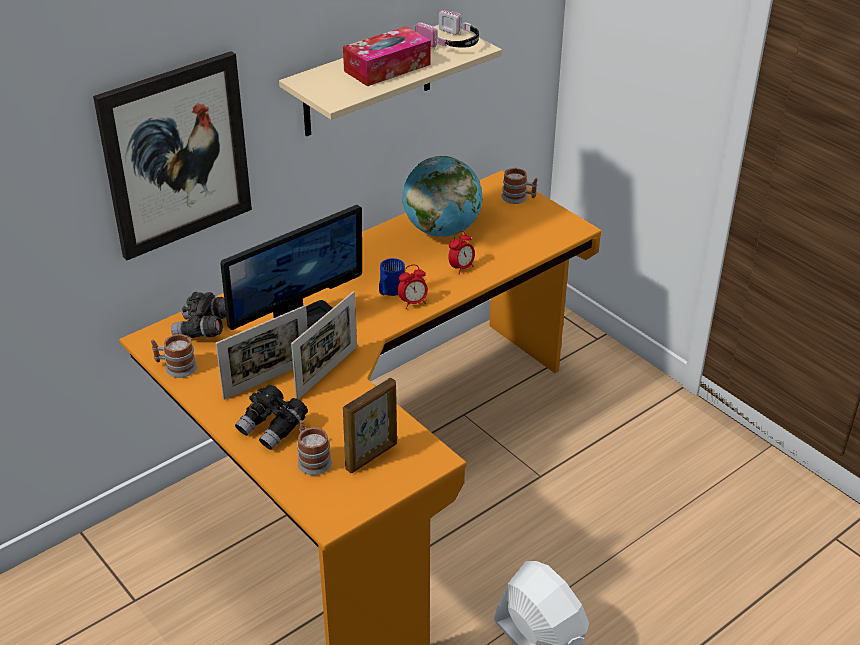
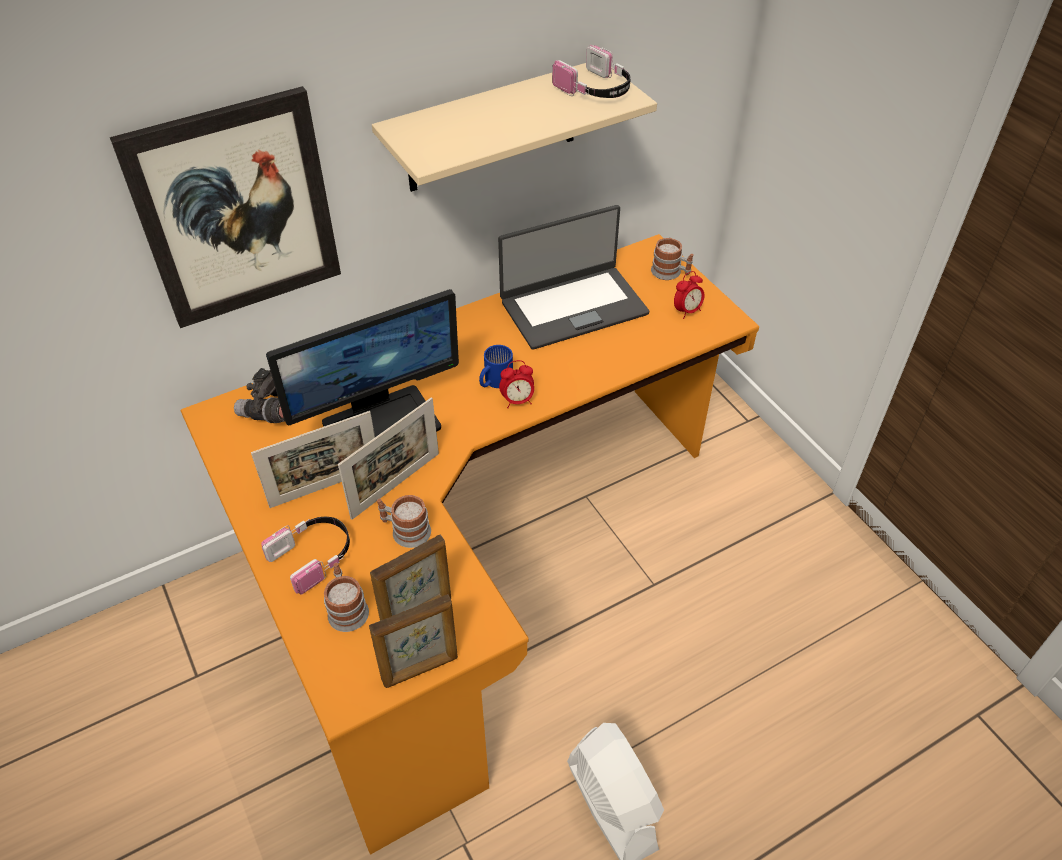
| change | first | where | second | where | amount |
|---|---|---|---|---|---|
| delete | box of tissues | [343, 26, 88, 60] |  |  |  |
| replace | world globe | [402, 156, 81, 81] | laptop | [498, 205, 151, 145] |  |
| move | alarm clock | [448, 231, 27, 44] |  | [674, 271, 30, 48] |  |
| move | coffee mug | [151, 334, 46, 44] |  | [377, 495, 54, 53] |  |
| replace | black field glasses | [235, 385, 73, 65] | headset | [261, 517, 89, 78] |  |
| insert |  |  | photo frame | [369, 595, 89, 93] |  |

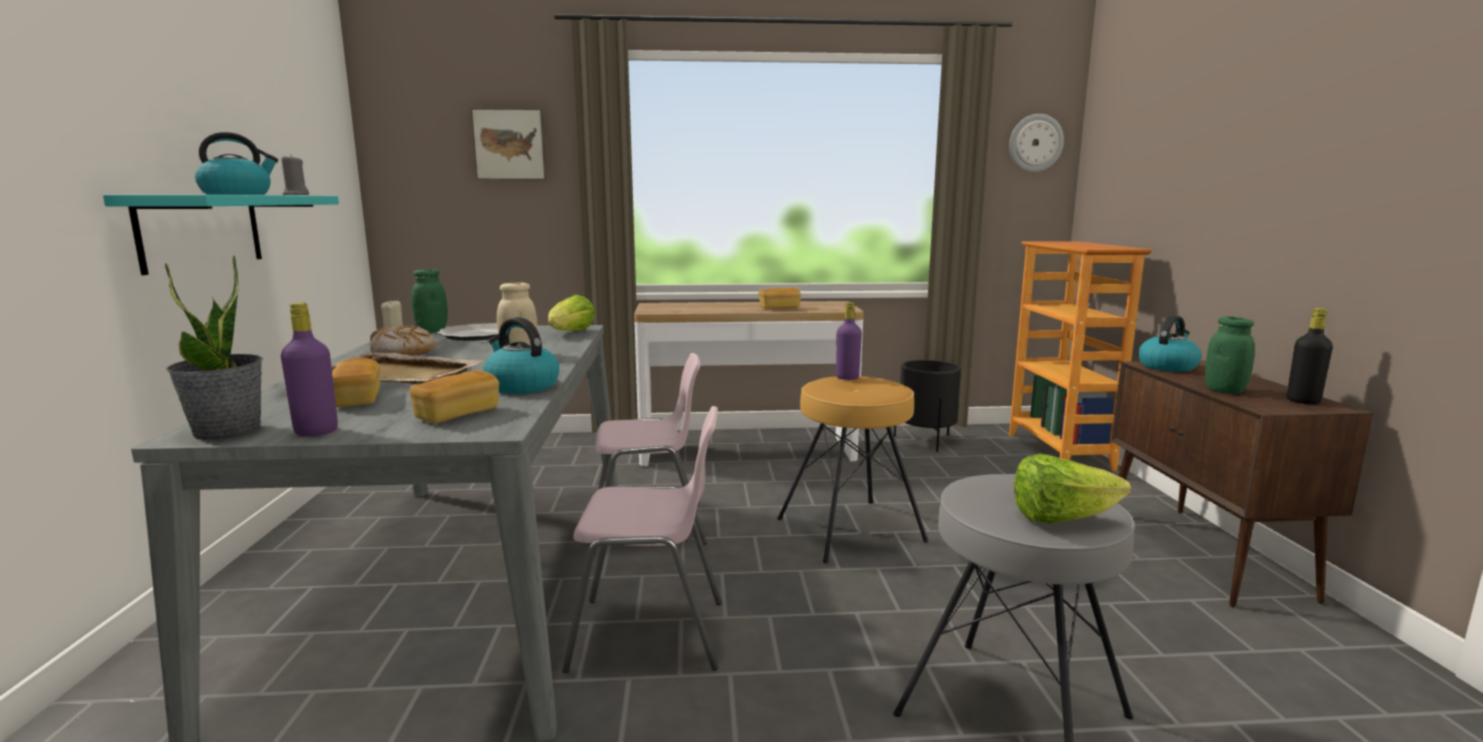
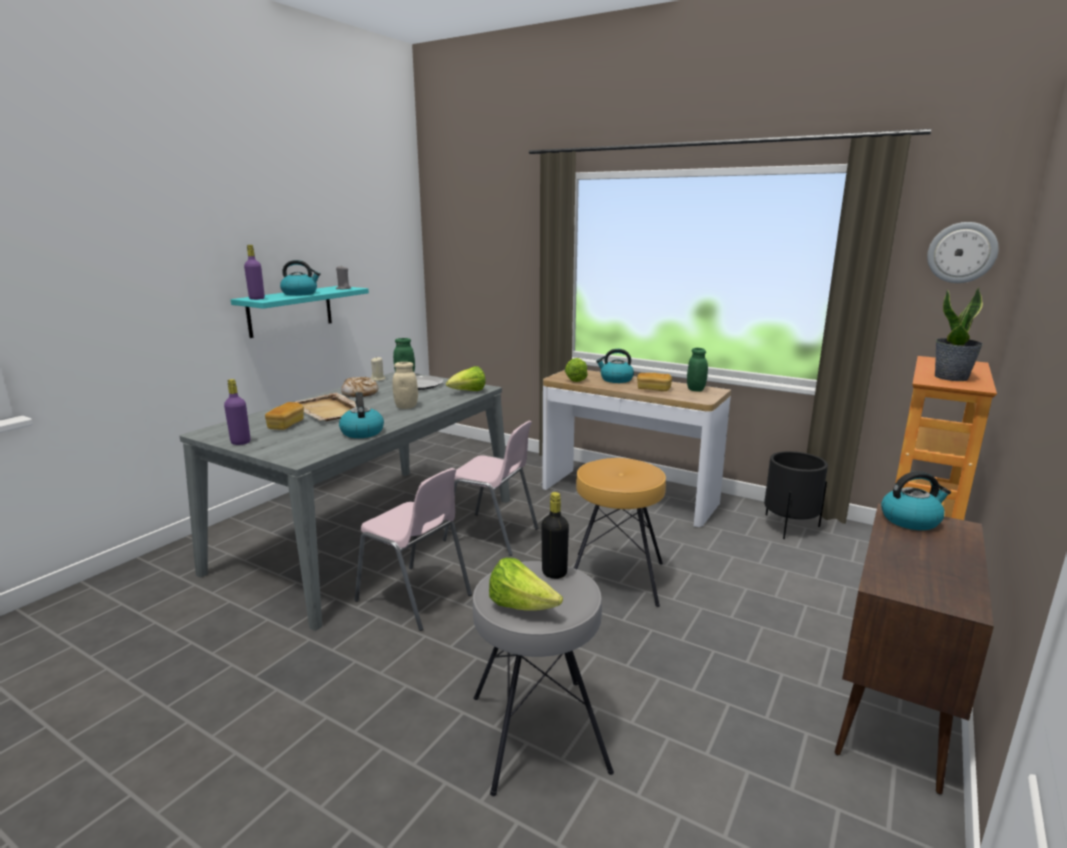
| change | first | where | second | where | amount |
|---|---|---|---|---|---|
| delete | wall picture | [470, 108, 77, 72] |  |  |  |
| move | houseplant | [165, 255, 98, 185] |  | [935, 287, 48, 94] |  |
| move | purple-coloured bottle | [836, 302, 26, 78] |  | [244, 245, 21, 55] |  |
| move | black bottle | [1287, 308, 46, 96] |  | [541, 492, 28, 87] |  |
| move | green jar | [1205, 316, 50, 77] |  | [687, 348, 21, 43] |  |
| delete | bread | [410, 370, 89, 53] |  |  |  |
| insert |  |  | tea kettle | [596, 349, 38, 34] |  |
| insert |  |  | lettuce head | [565, 358, 23, 24] |  |

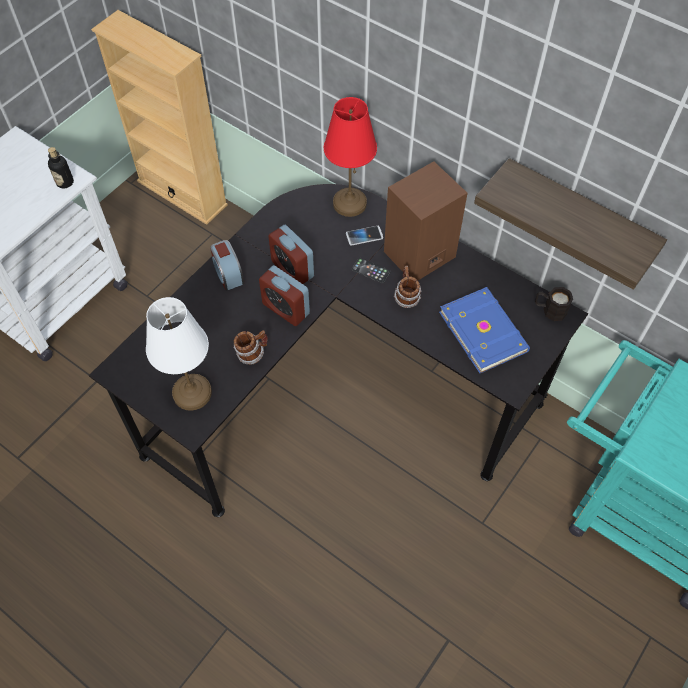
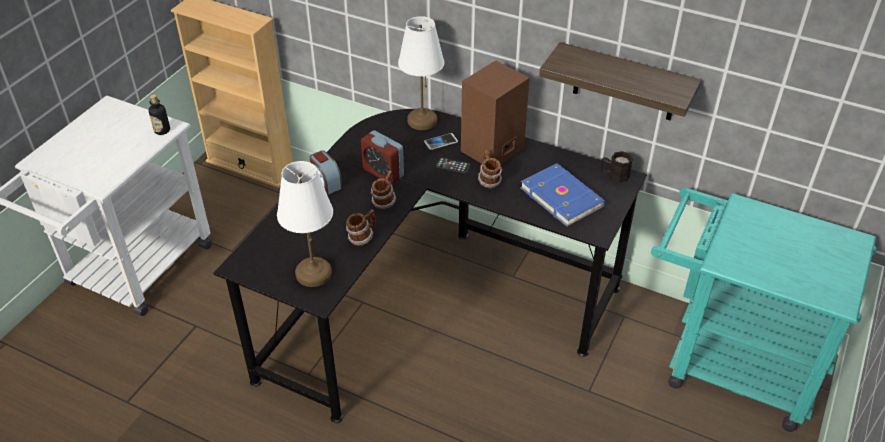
| change | first | where | second | where | amount |
|---|---|---|---|---|---|
| recolor | red table lamp | [324, 97, 53, 120] | whitish table lamp | [398, 16, 46, 114] |  |
| replace | alarm clock | [259, 265, 51, 61] | coffee mug | [371, 170, 25, 40] |  |

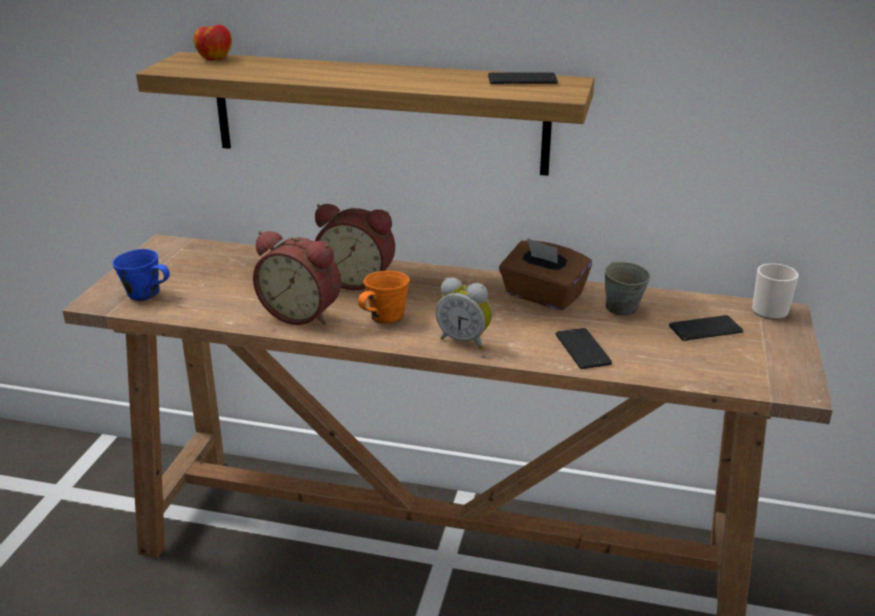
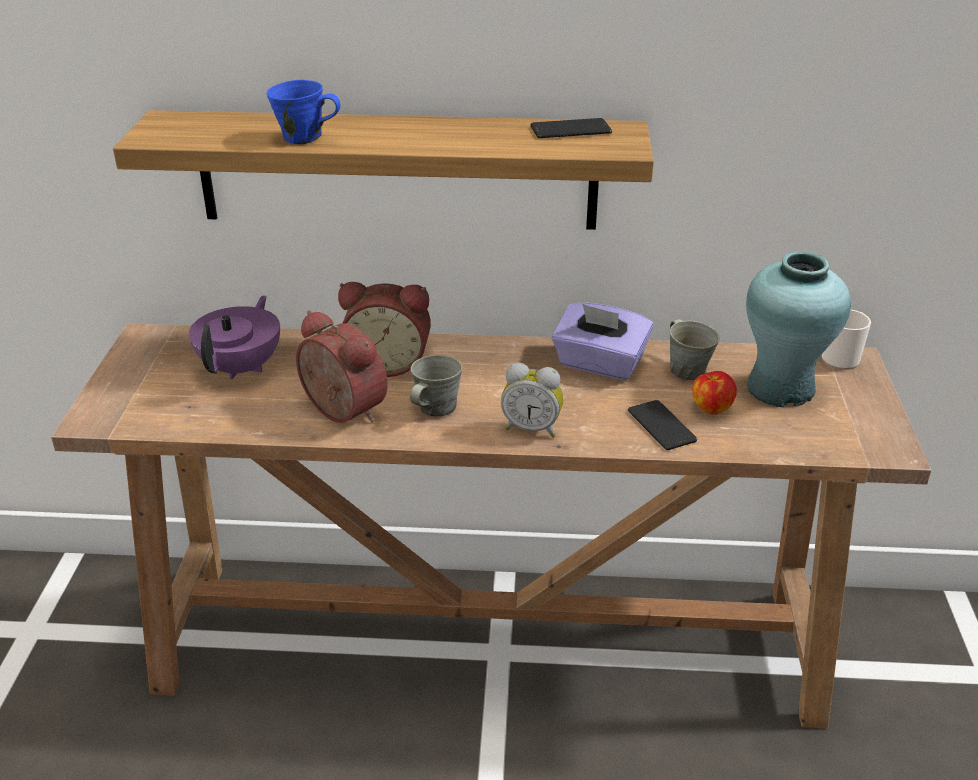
| change | first | where | second | where | amount |
|---|---|---|---|---|---|
| move | apple fruit | [193, 25, 39, 36] |  | [692, 371, 45, 44] |  |
| rotate | alarm clock | [253, 231, 88, 94] |  | [296, 310, 92, 113] | 150 degrees counterclockwise |
| recolor | brown box of tissues | [499, 238, 93, 73] | purple-coloured box of tissues | [552, 302, 101, 78] |  |
| move | blue coffee mug | [112, 249, 58, 52] |  | [267, 80, 73, 64] |  |
| recolor | orangey coffee mug | [358, 271, 52, 53] | greyish coffee mug | [410, 355, 52, 62] |  |
| replace | handset | [669, 315, 74, 26] | turquoise decorative vase | [746, 251, 105, 156] |  |
| insert |  |  | purple-coloured teapot | [189, 296, 91, 83] |  |

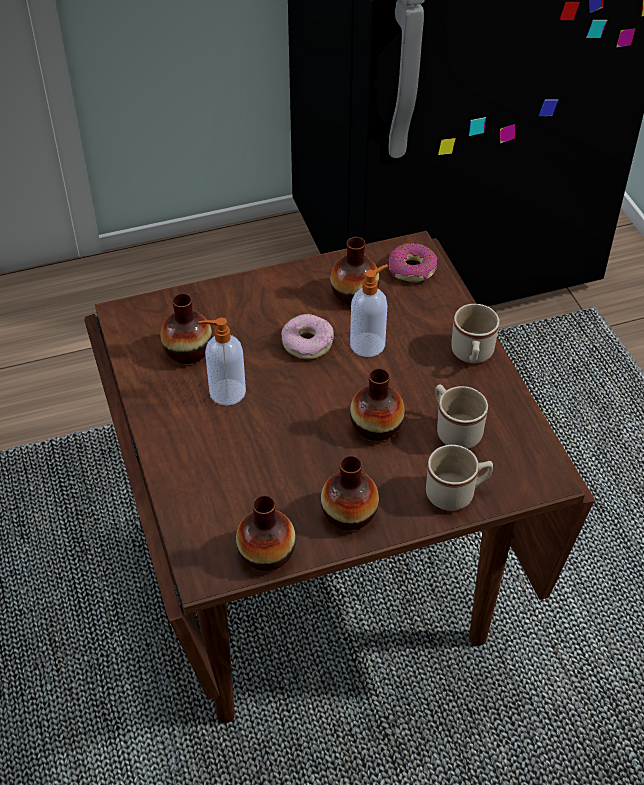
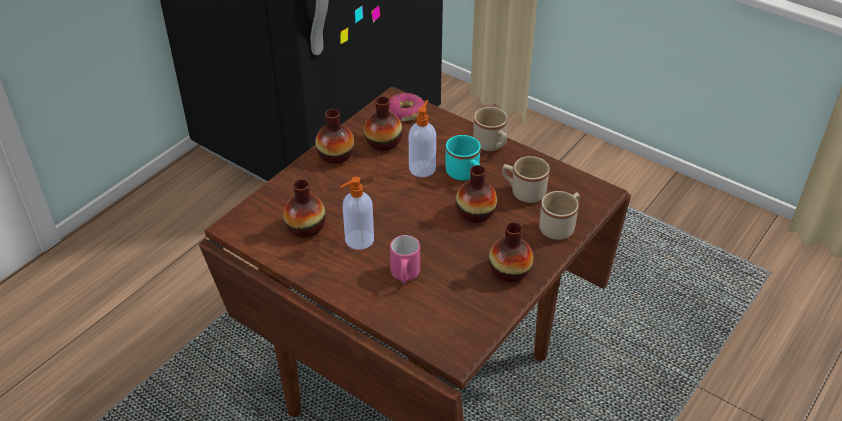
| change | first | where | second | where | amount |
|---|---|---|---|---|---|
| delete | doughnut | [281, 314, 53, 45] |  |  |  |
| move | decorative vase | [236, 495, 60, 76] |  | [316, 109, 38, 55] |  |
| insert |  |  | turquoise coffee mug | [446, 135, 35, 46] |  |
| insert |  |  | pink-coloured coffee mug | [390, 235, 30, 48] |  |

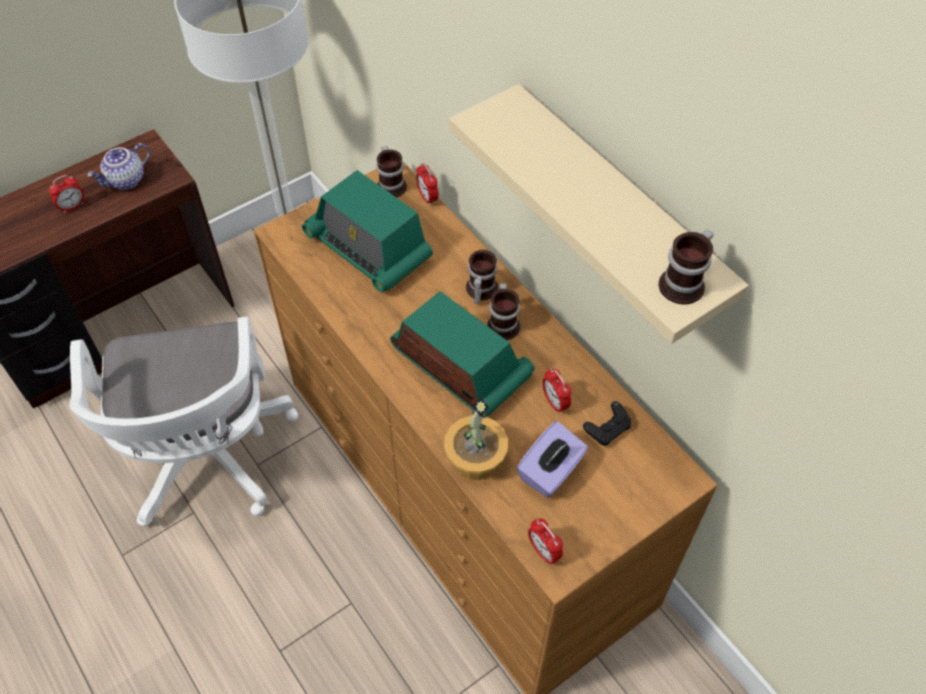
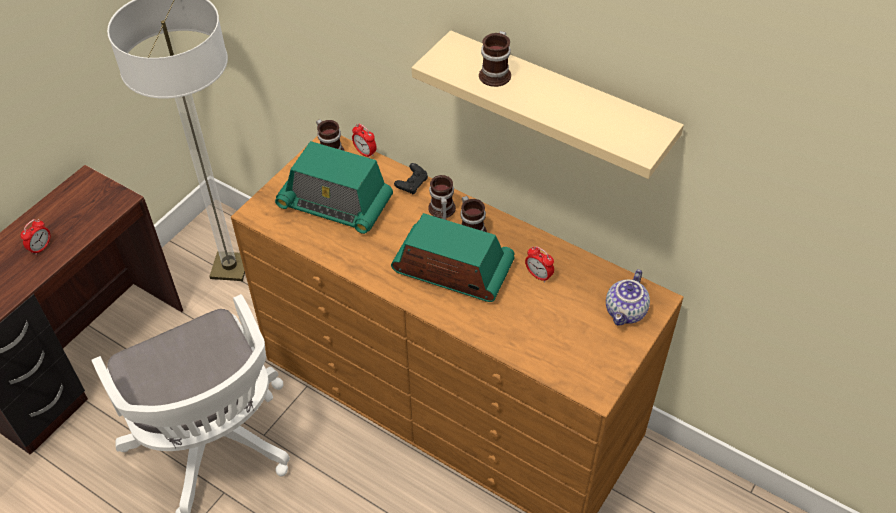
| change | first | where | second | where | amount |
|---|---|---|---|---|---|
| move | teapot | [87, 143, 64, 47] |  | [606, 269, 44, 56] |  |
| move | coffee mug | [658, 229, 56, 76] |  | [479, 31, 32, 56] |  |
| delete | houseplant | [444, 397, 64, 83] |  |  |  |
| move | black game controller | [583, 401, 48, 45] |  | [394, 163, 34, 32] |  |
| delete | purple-coloured box of tissues | [517, 421, 71, 77] |  |  |  |
| delete | alarm clock | [528, 519, 35, 45] |  |  |  |

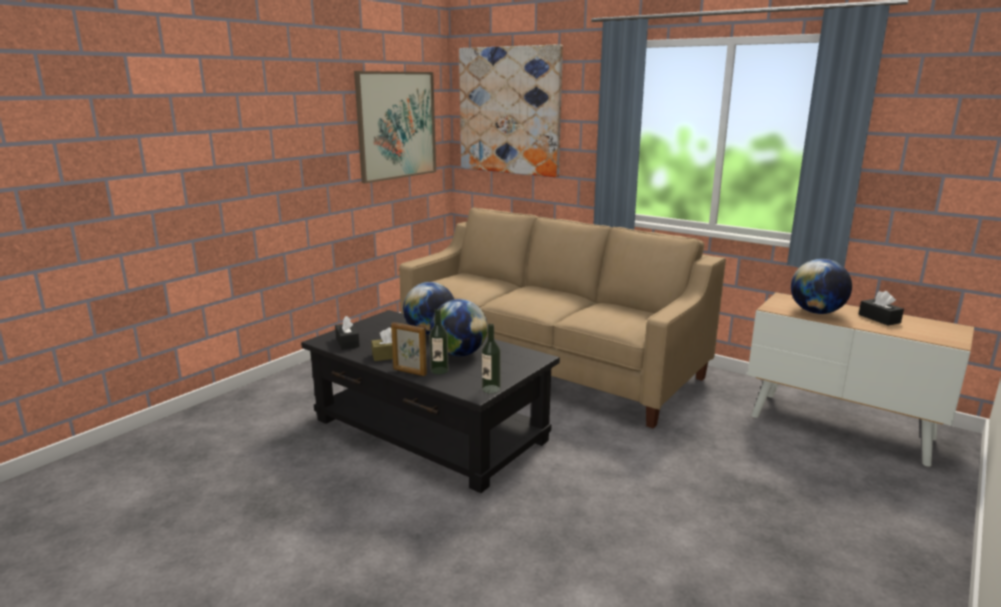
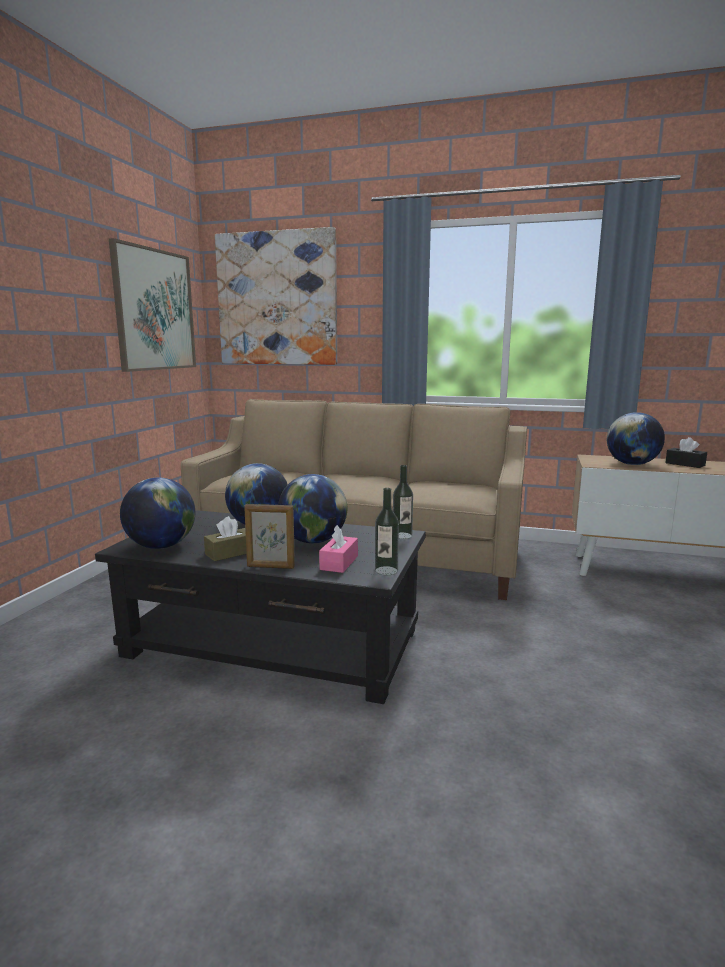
| change | first | where | second | where | amount |
|---|---|---|---|---|---|
| move | bottle | [429, 309, 20, 65] |  | [393, 465, 20, 74] |  |
| replace | black box of tissues | [335, 316, 25, 34] | world globe | [120, 477, 75, 72] |  |
| insert |  |  | pink-coloured box of tissues | [319, 525, 39, 48] |  |

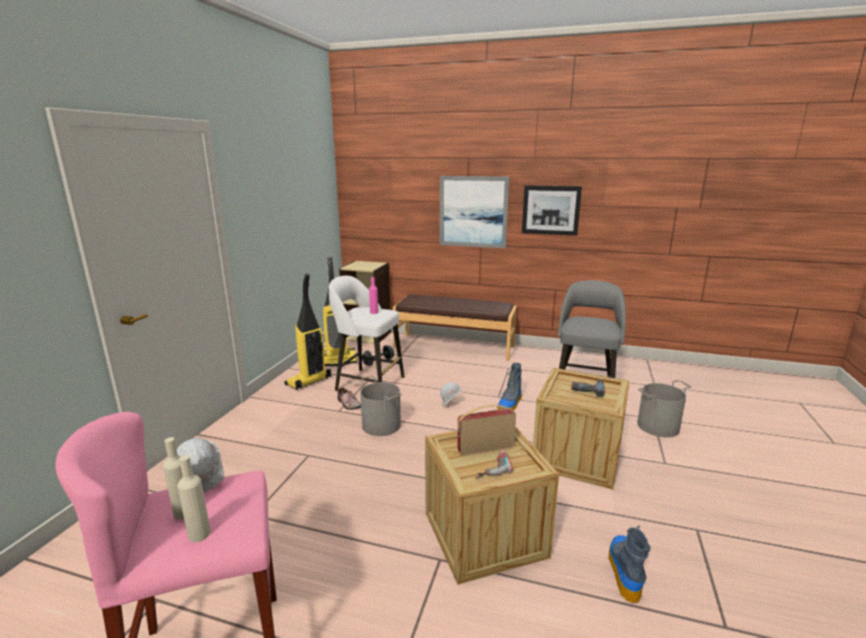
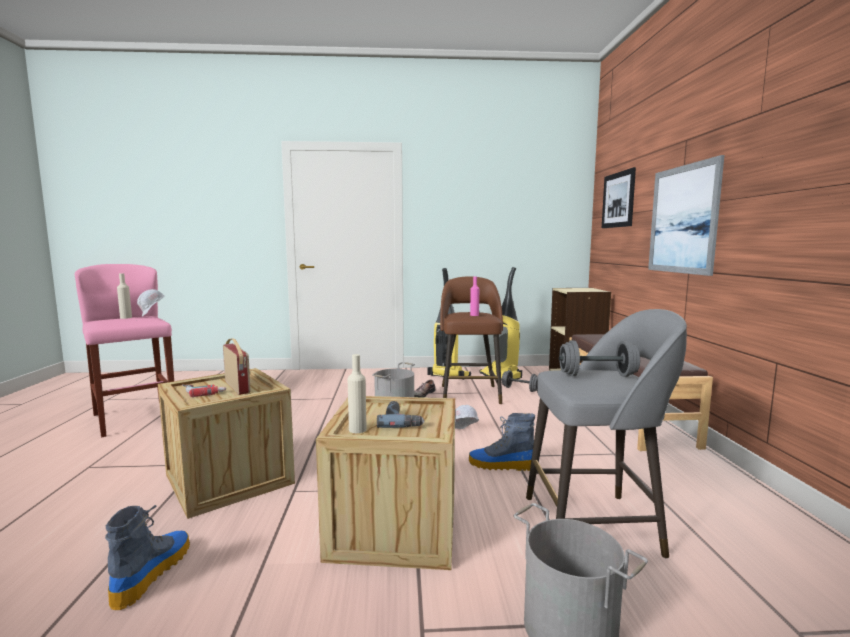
| change | first | where | second | where | amount |
|---|---|---|---|---|---|
| move | wall picture | [522, 185, 60, 51] |  | [602, 167, 34, 61] |  |
| recolor | whitish sitting stool | [329, 276, 75, 115] | brown sitting stool | [440, 276, 63, 128] |  |
| move | beige-coloured bottle | [177, 455, 34, 87] |  | [348, 354, 19, 79] |  |
| rotate | high-top boot | [609, 526, 42, 77] |  | [105, 505, 85, 105] | 75 degrees counterclockwise |
| insert |  |  | greyish free weight | [559, 340, 81, 37] |  |

